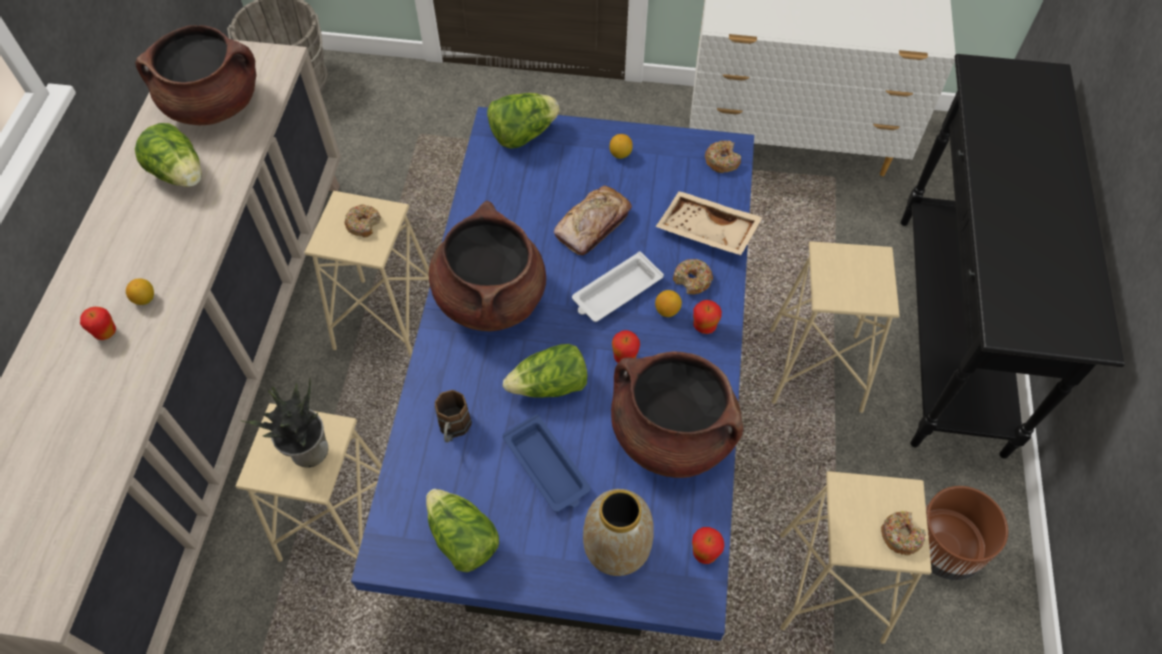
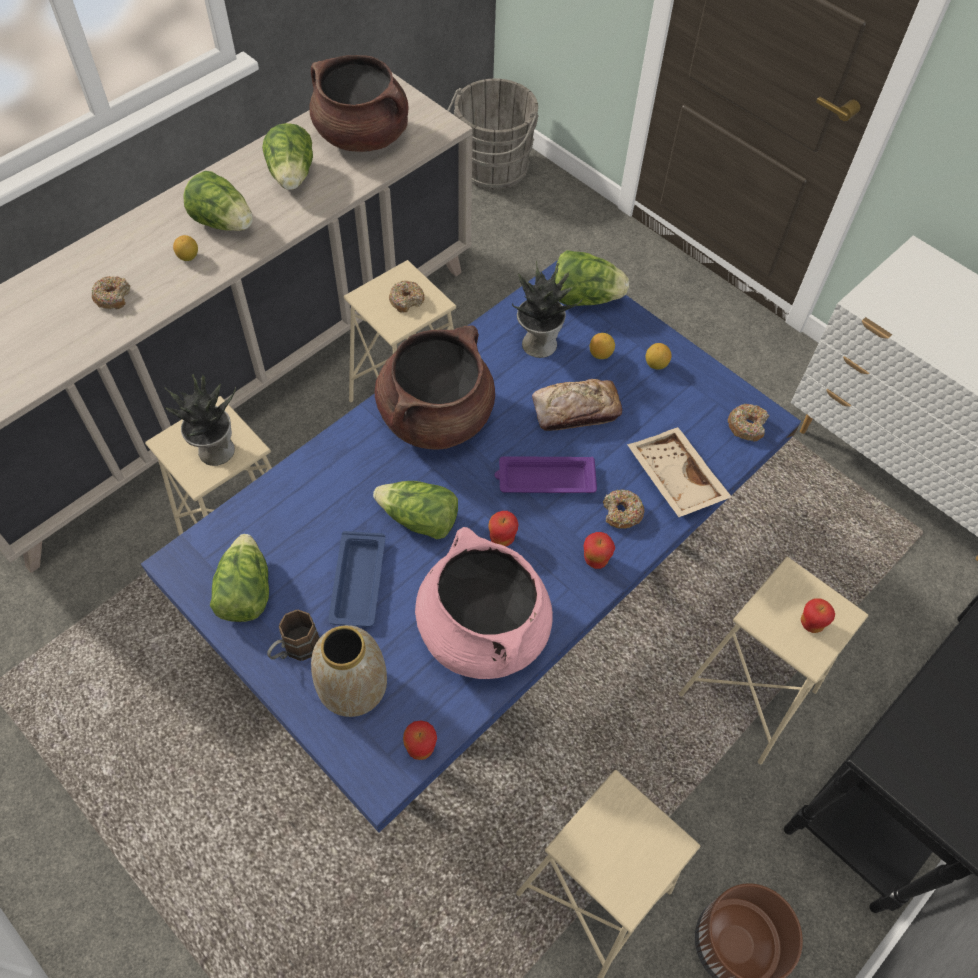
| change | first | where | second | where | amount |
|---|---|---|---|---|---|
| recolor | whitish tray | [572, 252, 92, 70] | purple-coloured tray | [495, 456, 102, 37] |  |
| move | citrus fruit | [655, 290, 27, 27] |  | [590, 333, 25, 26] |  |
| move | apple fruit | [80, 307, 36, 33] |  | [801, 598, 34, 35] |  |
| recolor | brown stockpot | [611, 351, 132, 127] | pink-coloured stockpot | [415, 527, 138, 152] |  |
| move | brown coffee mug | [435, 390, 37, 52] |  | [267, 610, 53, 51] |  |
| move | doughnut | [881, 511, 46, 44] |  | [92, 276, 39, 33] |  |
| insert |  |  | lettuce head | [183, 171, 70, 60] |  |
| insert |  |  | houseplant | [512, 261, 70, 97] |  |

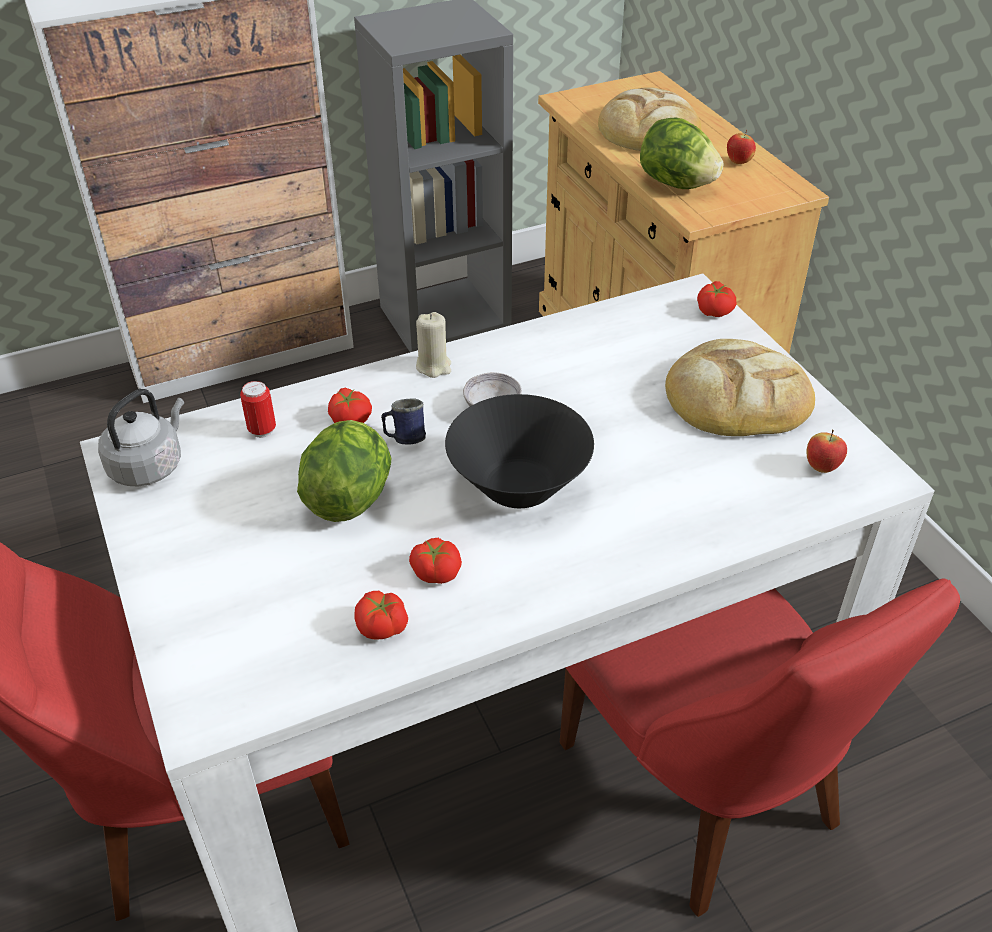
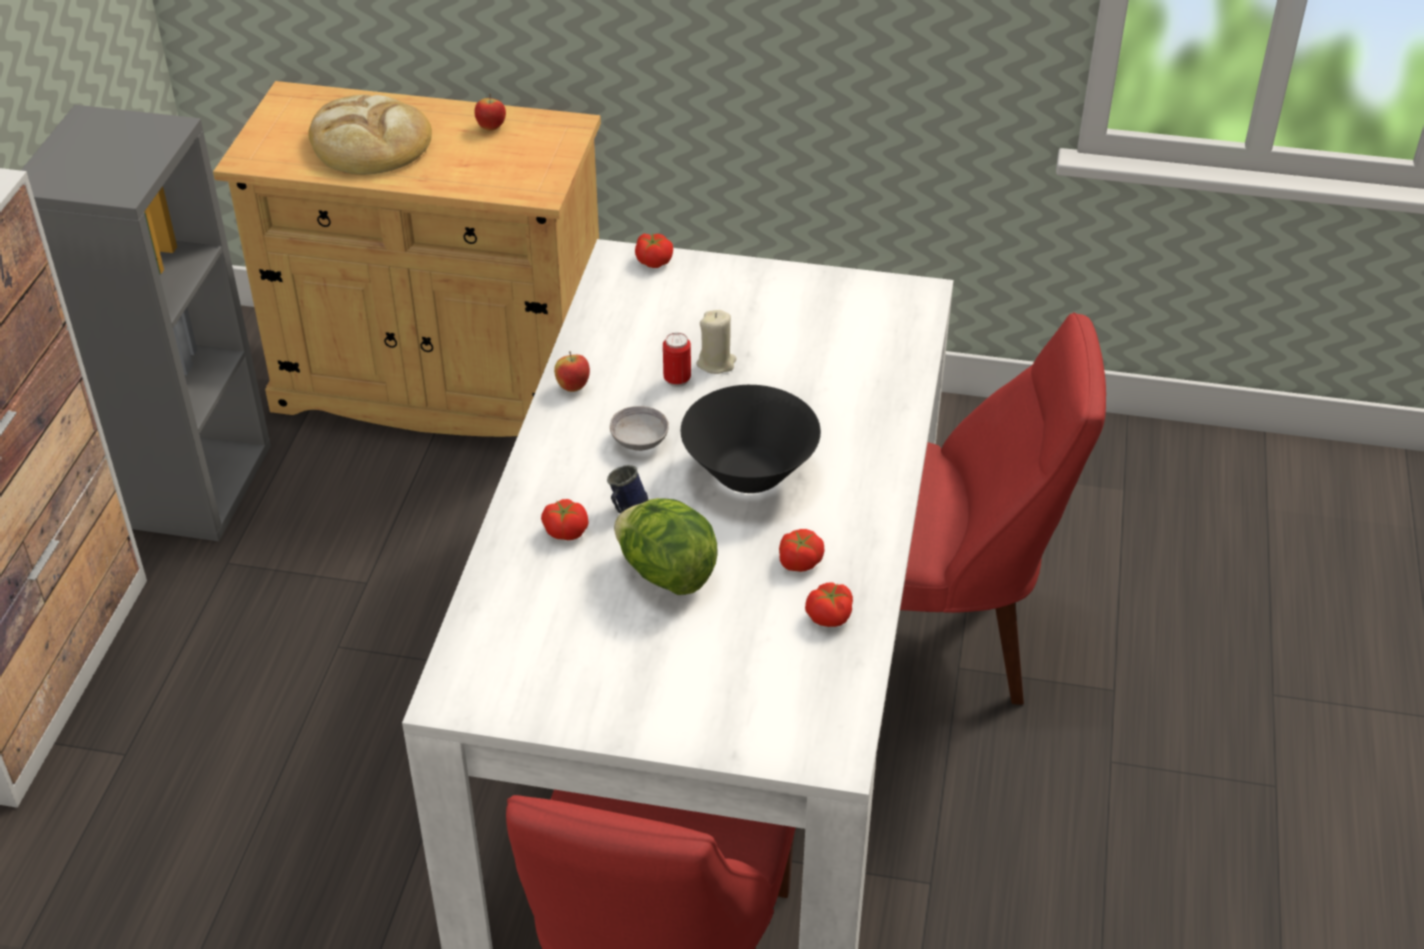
| change | first | where | second | where | amount |
|---|---|---|---|---|---|
| delete | lettuce head | [640, 118, 84, 71] |  |  |  |
| move | beige-coloured wax candle | [416, 312, 35, 66] |  | [697, 310, 40, 64] |  |
| delete | bread | [665, 339, 150, 97] |  |  |  |
| move | metal can | [240, 381, 36, 57] |  | [663, 333, 28, 54] |  |
| delete | greyish tea kettle | [98, 389, 86, 97] |  |  |  |
| move | apple fruit | [806, 429, 41, 44] |  | [554, 351, 36, 41] |  |

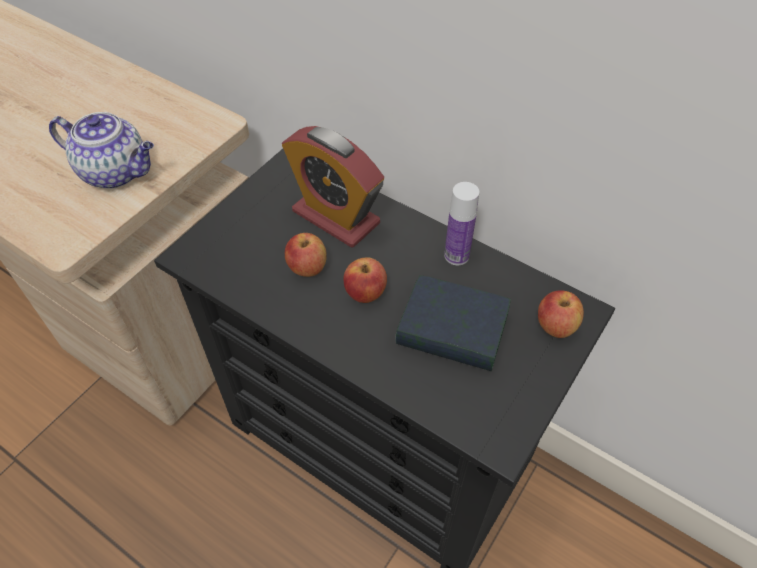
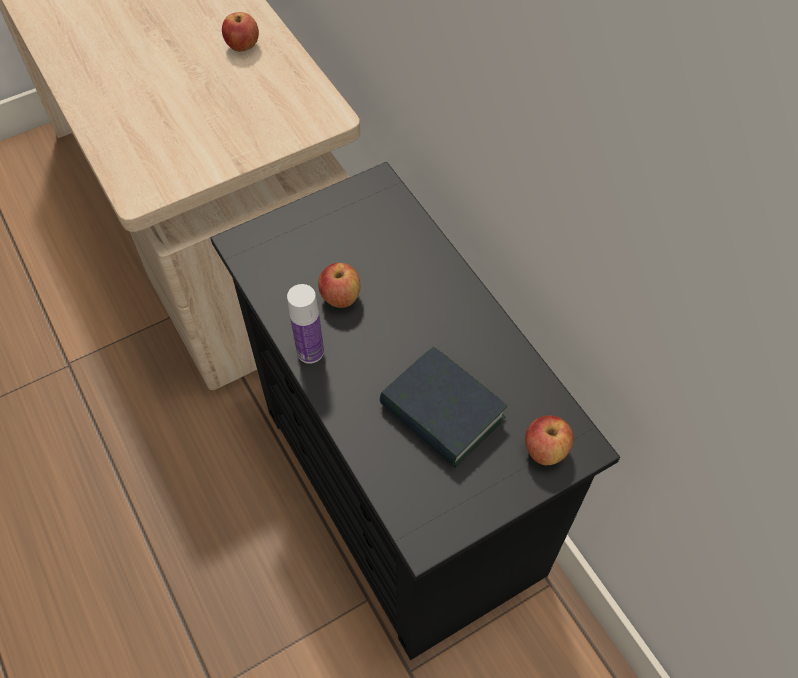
| change | first | where | second | where | amount |
|---|---|---|---|---|---|
| delete | teapot | [49, 112, 105, 77] |  |  |  |
| delete | alarm clock | [282, 126, 102, 122] |  |  |  |
| move | bottle | [444, 182, 35, 83] |  | [287, 284, 37, 80] |  |
| move | apple fruit | [343, 257, 44, 46] |  | [222, 12, 37, 40] |  |

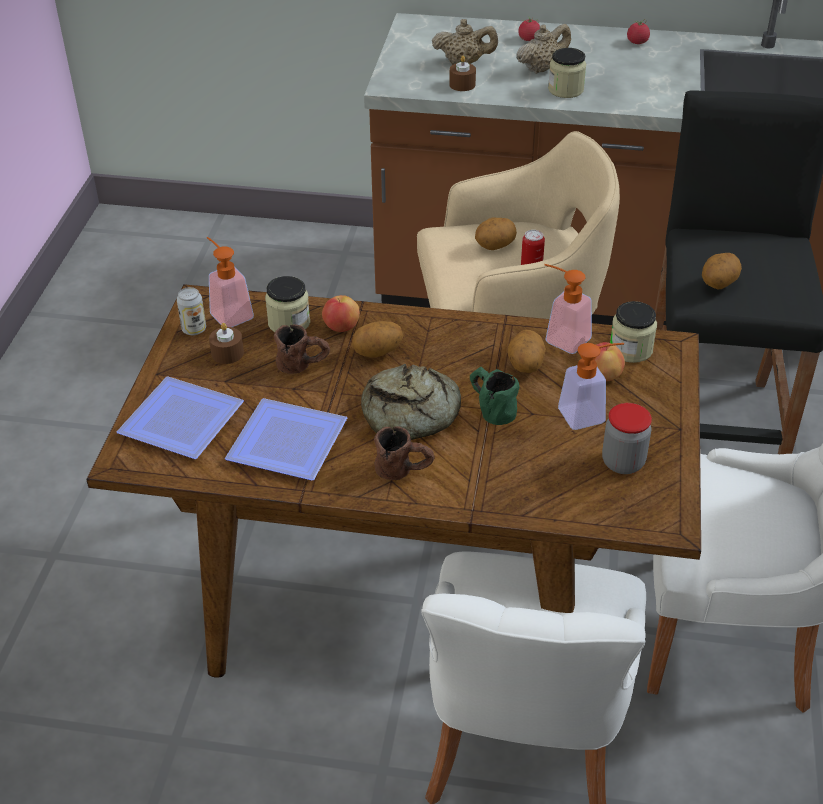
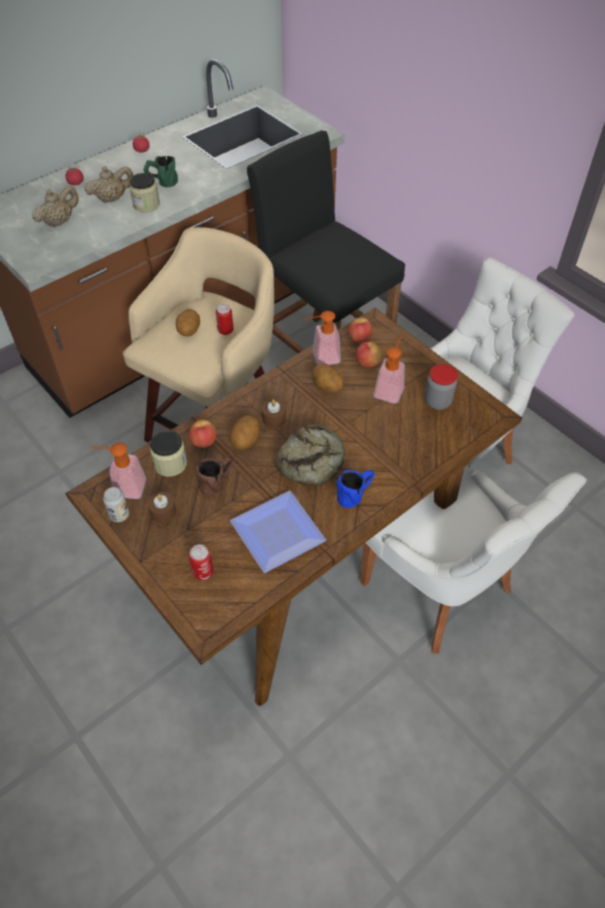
| change | first | where | second | where | amount |
|---|---|---|---|---|---|
| rotate | beige-coloured teapot | [516, 24, 55, 50] |  | [84, 166, 50, 37] | 60 degrees clockwise |
| move | brown wax candle | [449, 55, 27, 36] |  | [262, 399, 24, 29] |  |
| delete | spud | [702, 253, 40, 36] |  |  |  |
| replace | jar | [610, 301, 47, 62] | apple fruit | [348, 317, 25, 26] |  |
| move | green coffee mug | [470, 366, 49, 59] |  | [144, 156, 34, 31] |  |
| replace | plate | [117, 376, 127, 83] | metal can | [189, 544, 24, 36] |  |
| recolor | brown coffee mug | [374, 426, 60, 54] | blue coffee mug | [336, 470, 38, 38] |  |

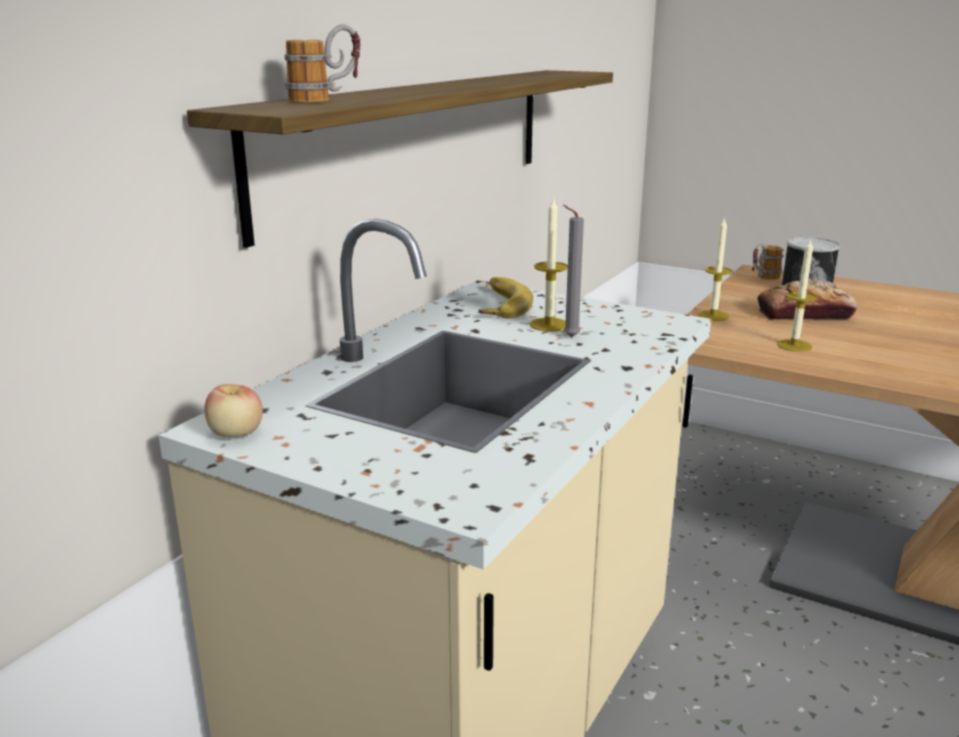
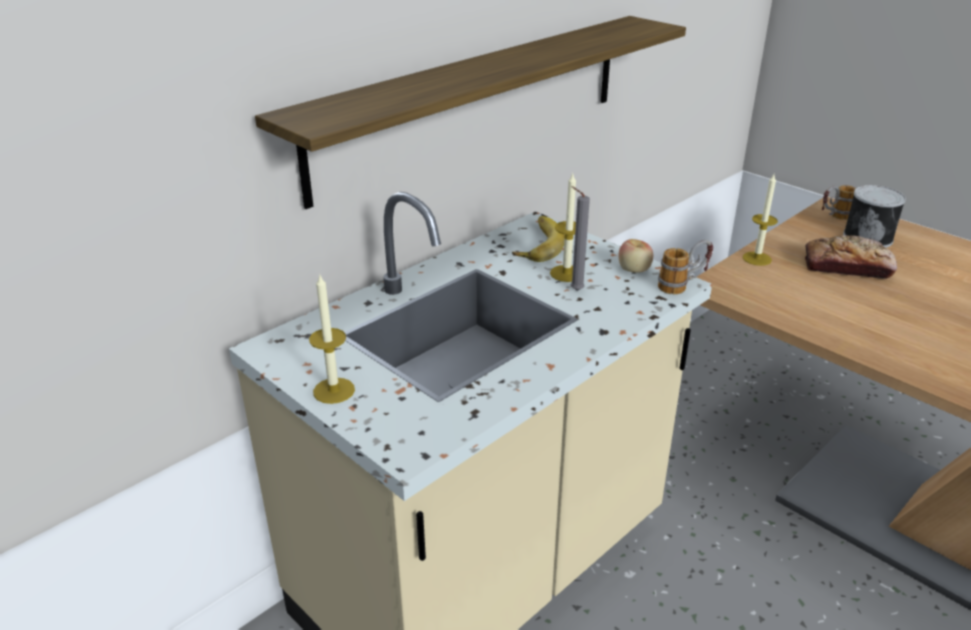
| change | first | where | second | where | amount |
|---|---|---|---|---|---|
| move | coffee mug | [285, 24, 76, 79] |  | [658, 240, 55, 54] |  |
| move | wax candle | [777, 238, 40, 114] |  | [309, 273, 46, 131] |  |
| move | apple fruit | [204, 384, 59, 53] |  | [618, 239, 35, 33] |  |

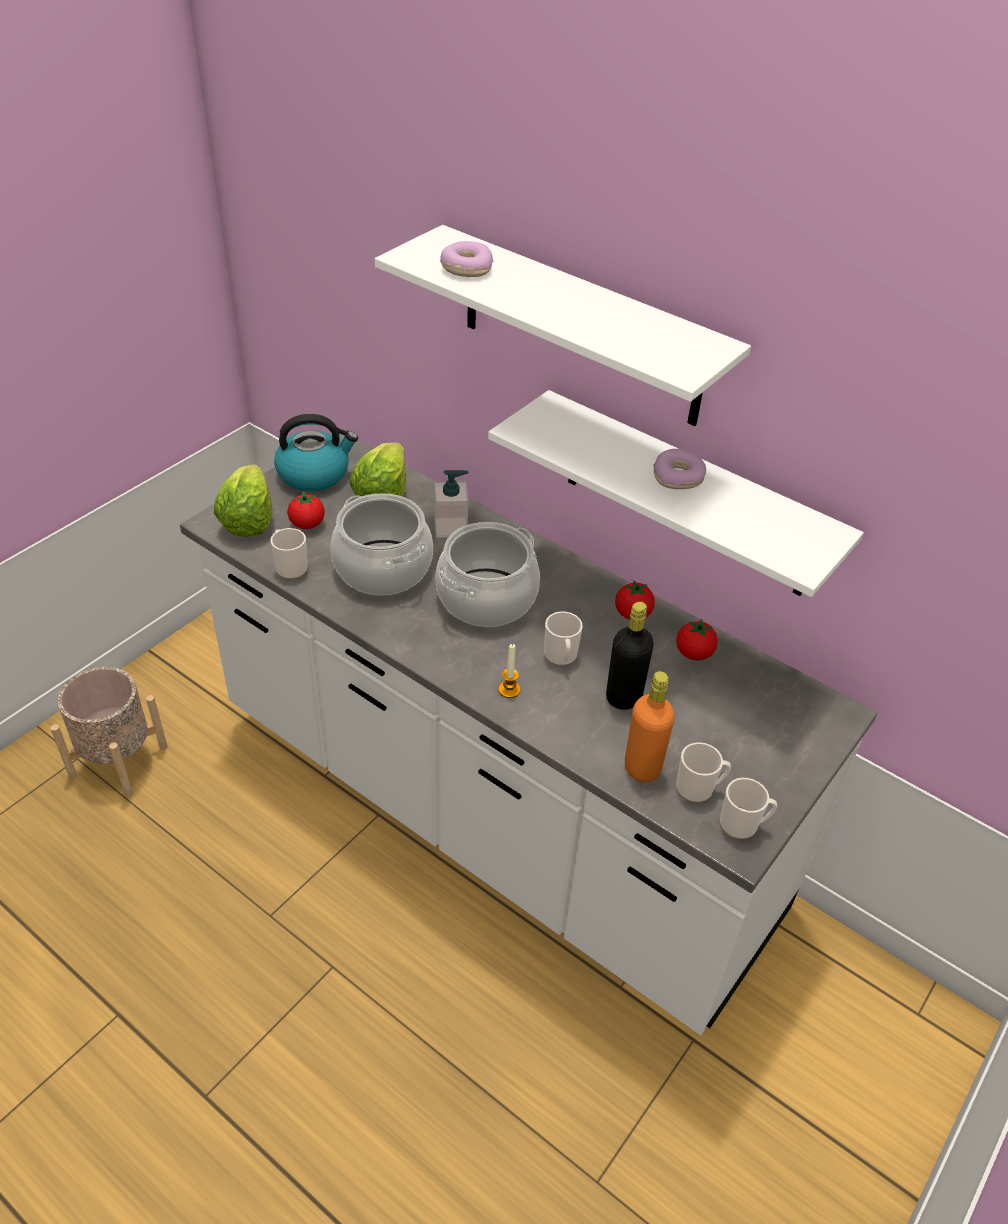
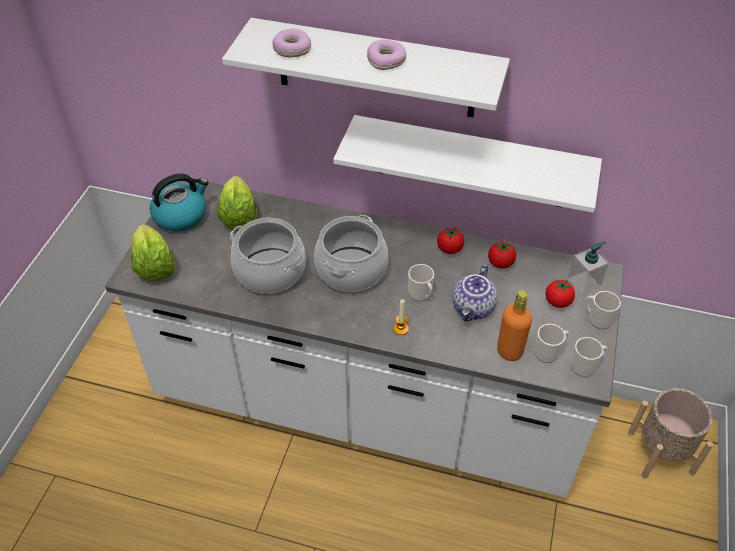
| change | first | where | second | where | amount |
|---|---|---|---|---|---|
| move | doughnut | [653, 449, 53, 40] |  | [367, 40, 39, 30] |  |
| move | liquid soap bottle | [434, 470, 34, 68] |  | [567, 241, 42, 54] |  |
| move | tomato | [287, 491, 38, 38] |  | [545, 279, 30, 29] |  |
| move | coffee mug | [270, 528, 38, 51] |  | [586, 291, 35, 38] |  |
| replace | black bottle | [606, 602, 48, 108] | teapot | [453, 264, 44, 58] |  |
| move | beige-coloured flower pot | [50, 667, 118, 131] |  | [628, 388, 85, 90] |  |

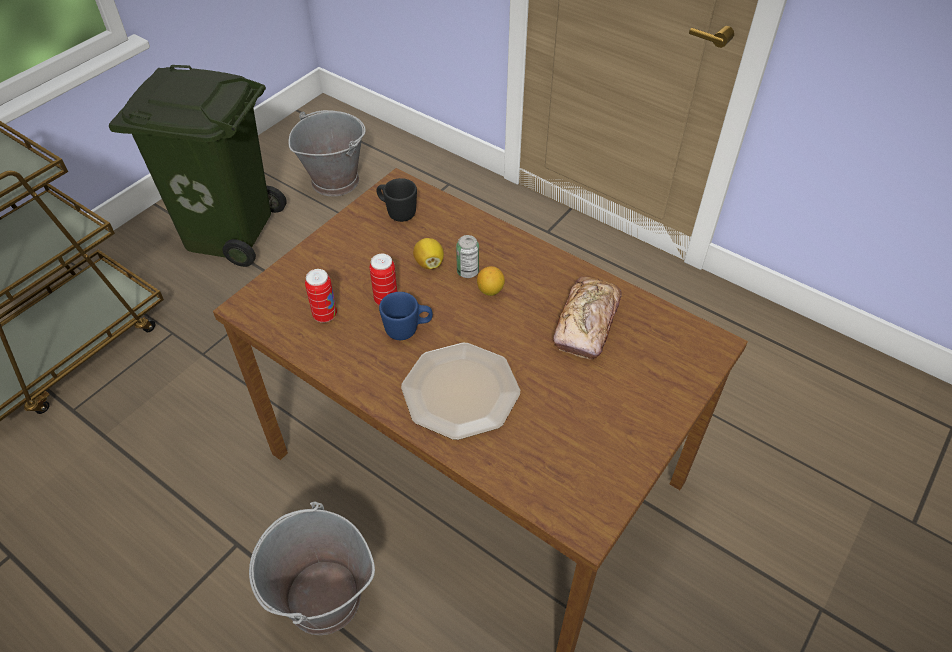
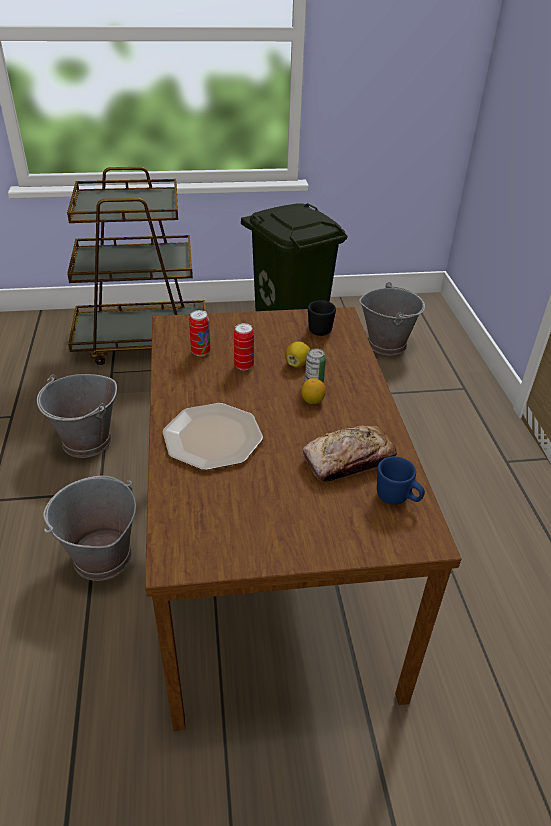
| change | first | where | second | where | amount |
|---|---|---|---|---|---|
| move | blue coffee mug | [379, 292, 54, 48] |  | [377, 456, 48, 49] |  |
| insert |  |  | greyish bucket | [37, 374, 80, 84] |  |

